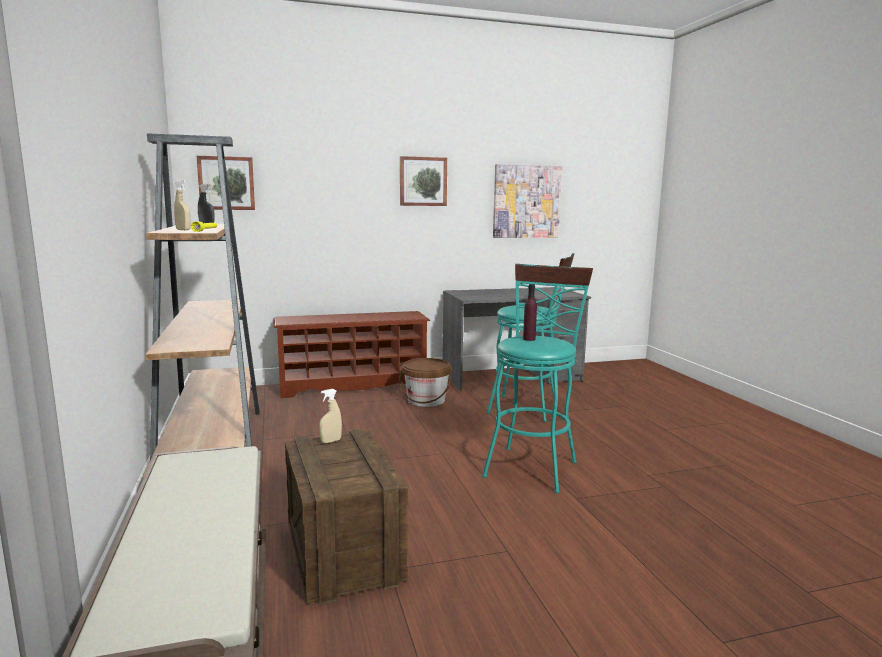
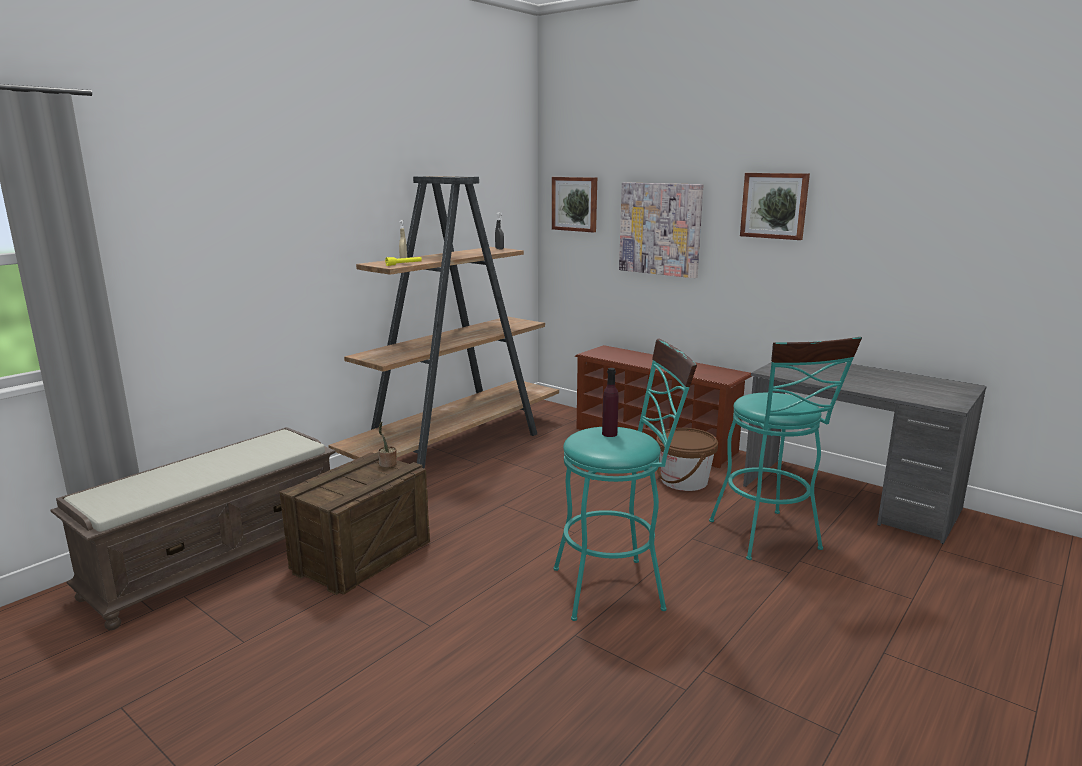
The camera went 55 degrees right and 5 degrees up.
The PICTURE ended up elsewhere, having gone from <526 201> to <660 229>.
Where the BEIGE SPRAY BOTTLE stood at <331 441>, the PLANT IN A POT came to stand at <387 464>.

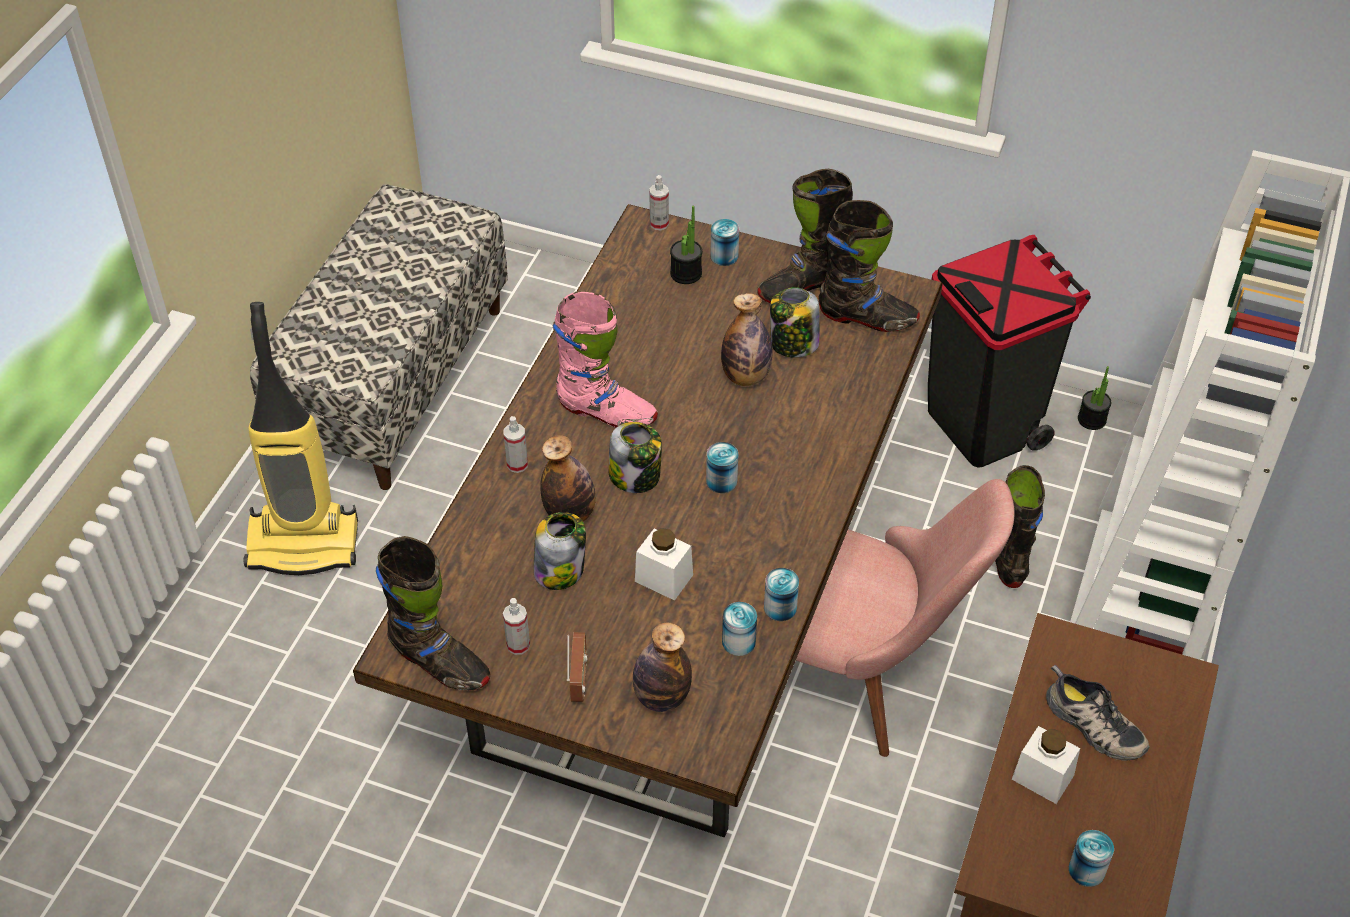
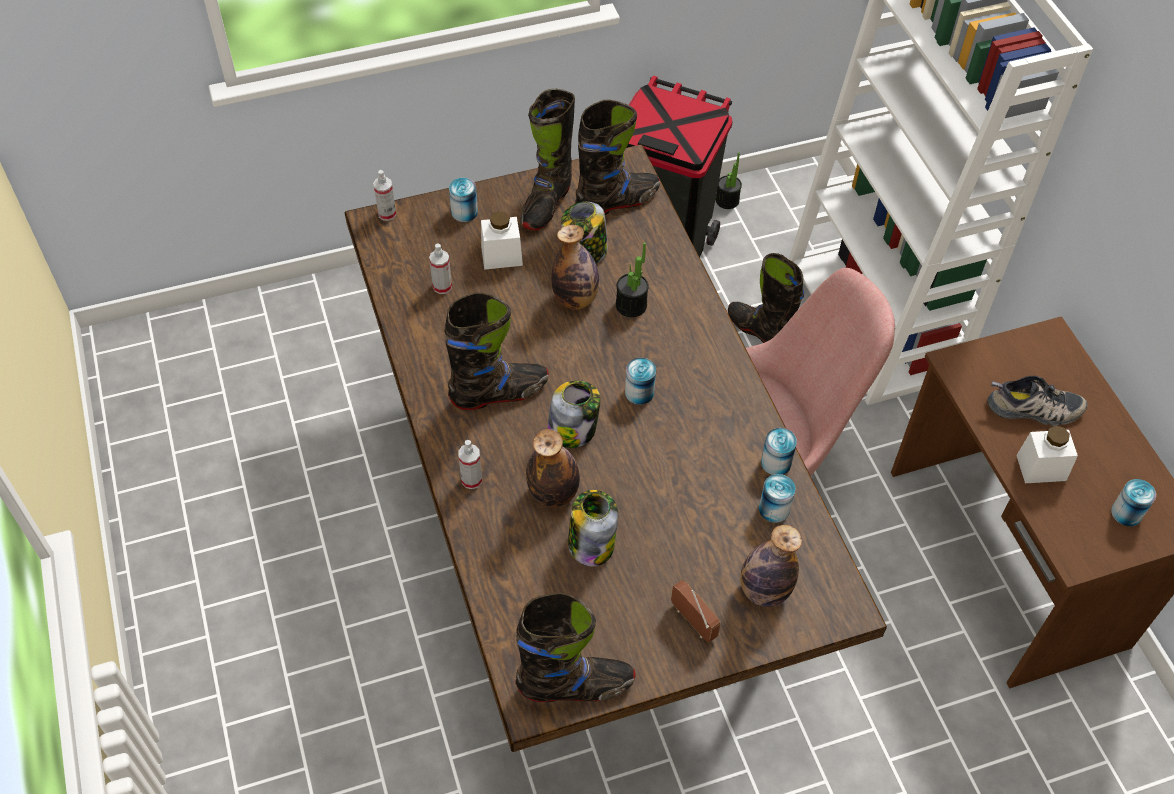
The camera went 40 degrees left and 5 degrees up.
The second view lost the VACUUM CLEANER at <305 543>.
The second view lost the LONG SEAT at <394 381>.
The SPRAY BOTTLE ended up elsewhere, having gone from <518 645> to <442 286>.
The WHITISH JAR ended up elsewhere, having gone from <664 578> to <501 256>.
The PLANT IN A POT ended up elsewhere, having gone from <686 273> to <631 305>.
What was the PINK HIGH-TOP BOOT at <606 413> turned into the BLACKISH HIGH-TOP BOOT at <499 393>.

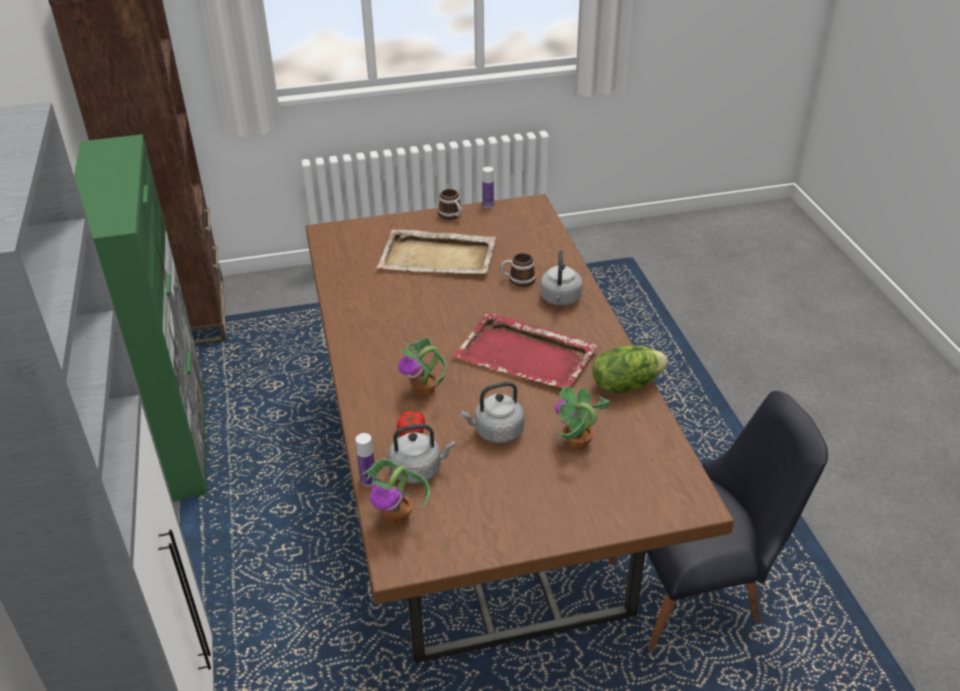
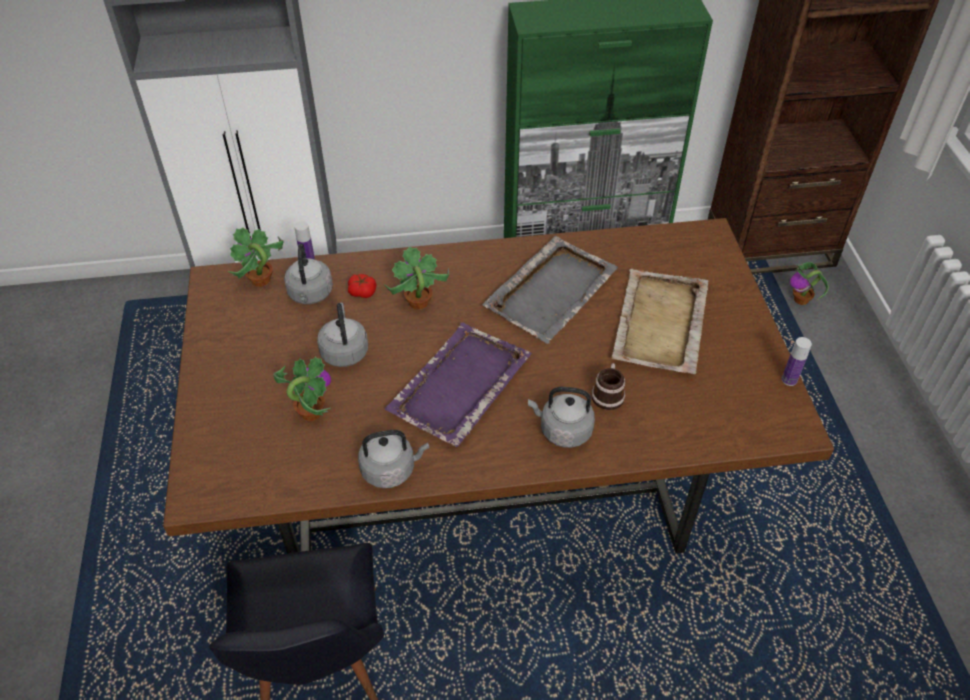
The camera went 95 degrees right and 10 degrees up.
The second view lost the MUG at <452 215>.
The second view gained the GREY SERVING TRAY at <552 290>.
The second view gained the PLANT IN A POT at <801 300>.
Where the LETTUCE HEAD stood at <625 384>, the GREY WATER KETTLE came to stand at <391 470>.
What was the RED SERVING TRAY at <526 355> turned into the PURPLISH SERVING TRAY at <458 386>.

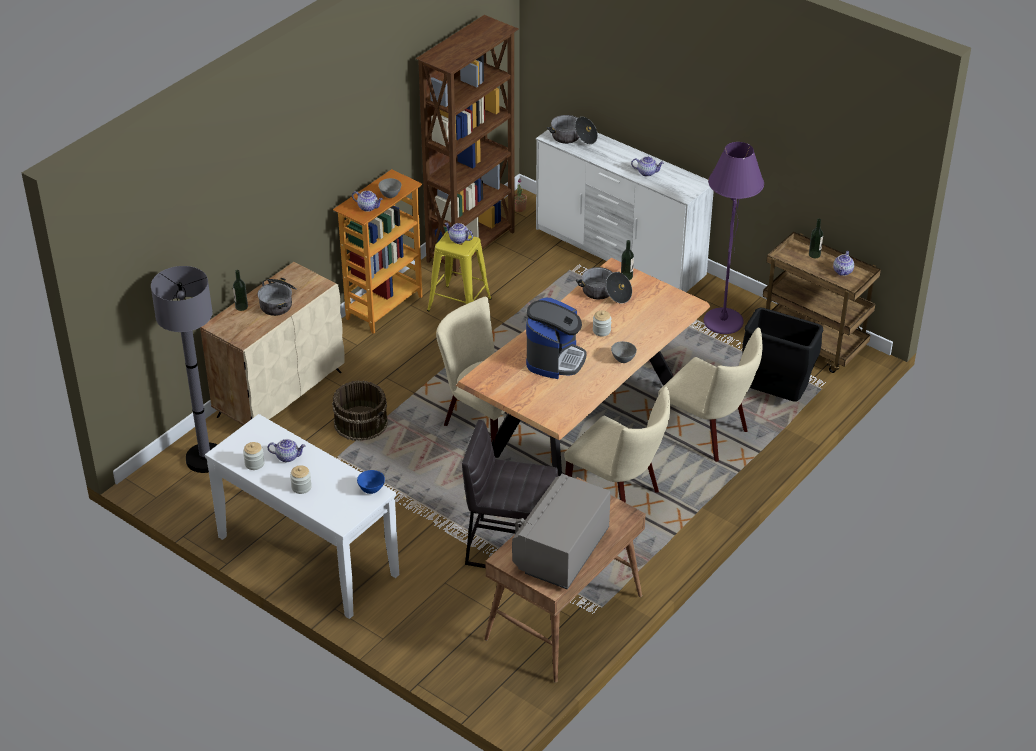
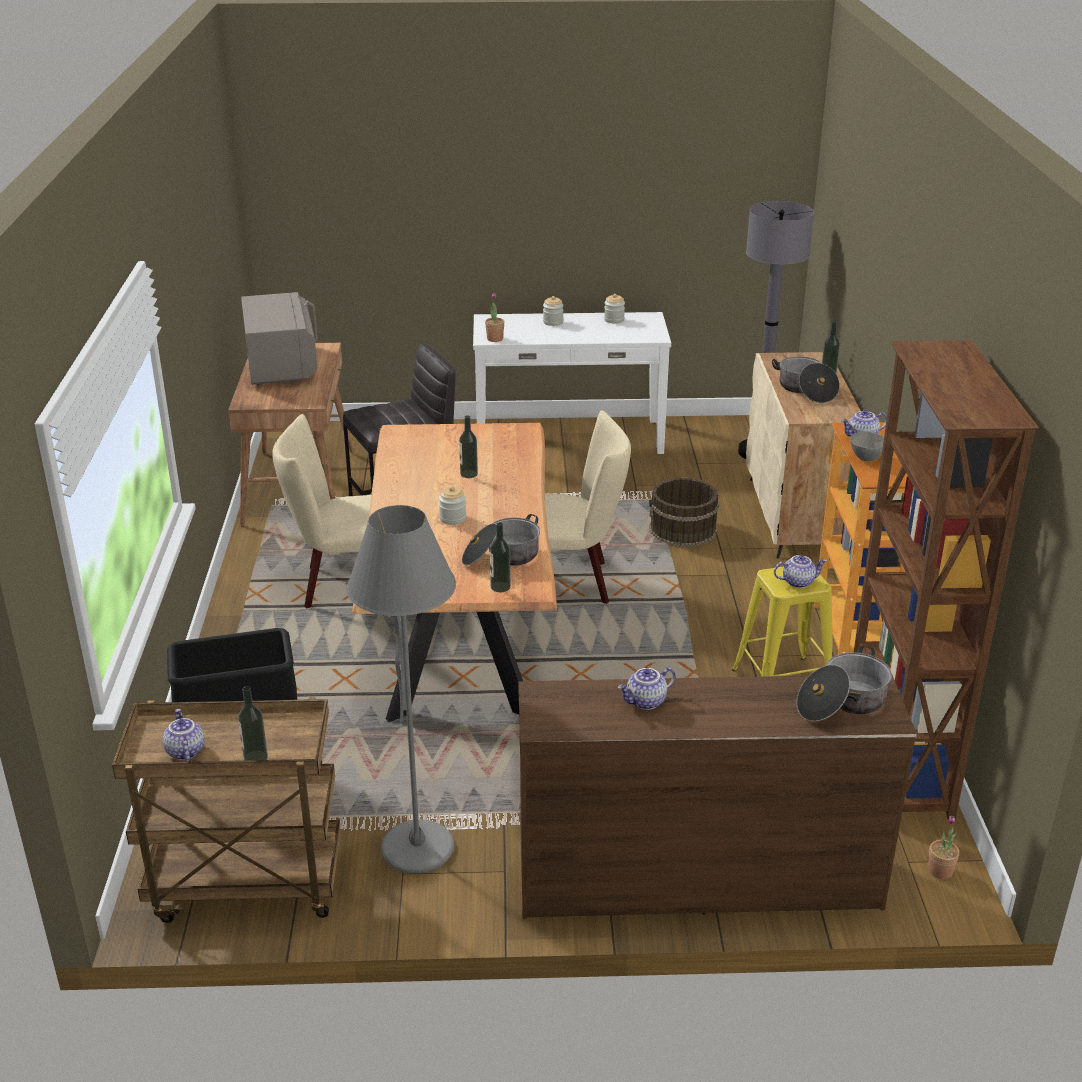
The camera went 140 degrees right and 10 degrees down.
The second view lost the TEA POT at <288 456>.
The second view lost the GREY BOWL at <623 360>.
The second view lost the BEIGE PLAIN CHAIR at <708 434>.
Where the BLUE-COLOURED BOWL stood at <371 490>, the PLANT IN A POT came to stand at <495 339>.
Where the COFFEE MACHINE stood at <555 359>, the BOTTLE came to stand at <469 474>.
What was the WHITISH CHEST OF DRAWERS at <619 252> turned into the BROWN CHEST OF DRAWERS at <696 881>.
What was the PURPLISH FLOOR LAMP at <723 322> turned into the GREY FLOOR LAMP at <417 849>.

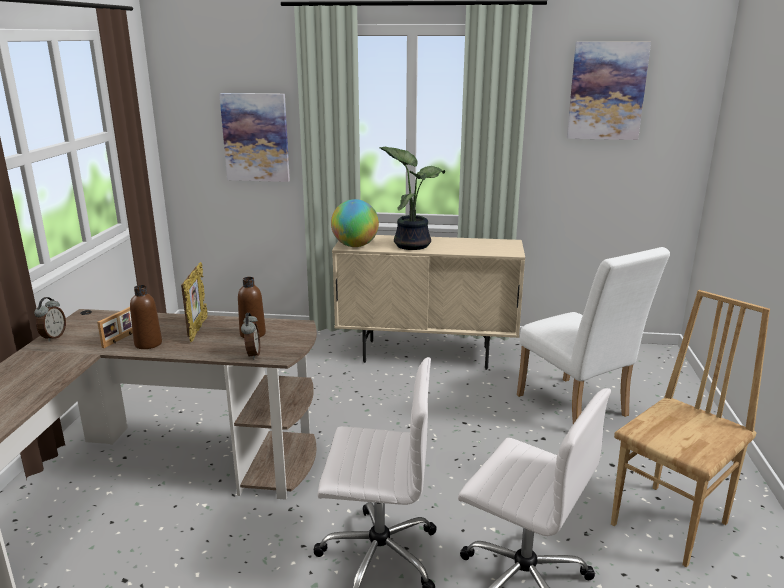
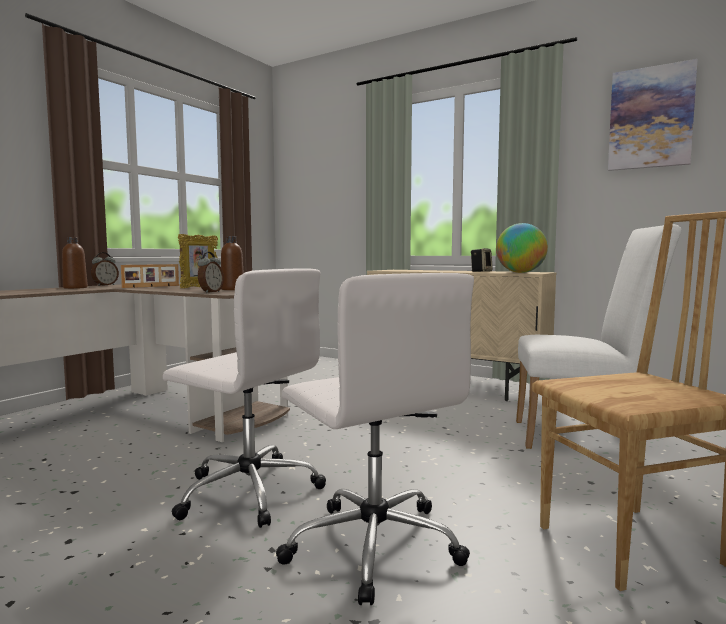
The camera went 25 degrees right and 15 degrees down.
The second view lost the PICTURE at <256 137>.
The second view lost the PLANT IN A POT at <412 244>.
The second view gained the LOUDSPEAKER at <481 271>.
The BROWN BOTTLE ended up elsewhere, having gone from <148 344> to <75 288>.
The DESK GLOBE ended up elsewhere, having gone from <355 246> to <520 272>.
The WHITISH PLAIN CHAIR at <577 409> ended up facing another way, 75 degrees counterclockwise from before.

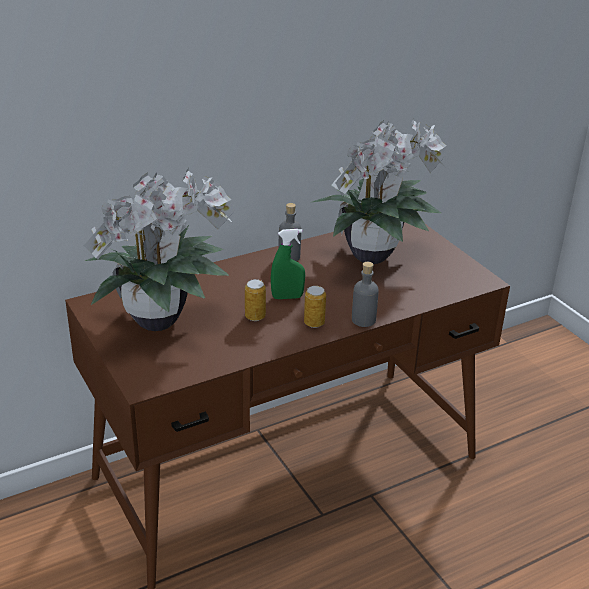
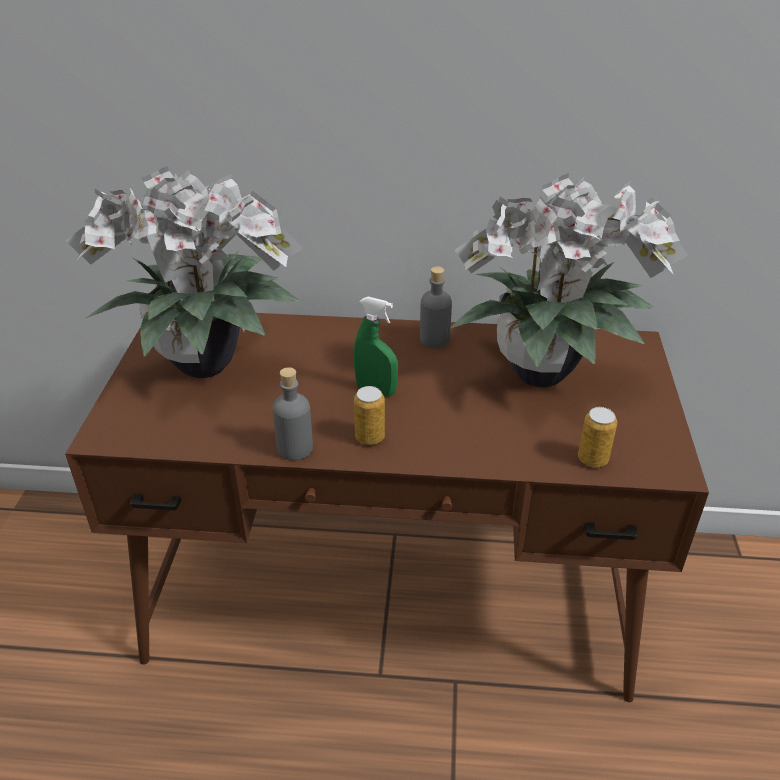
The camera went 35 degrees right and 5 degrees up.
The SEALED CAN ended up elsewhere, having gone from <255 316> to <592 459>.
The GREY BOTTLE ended up elsewhere, having gone from <363 320> to <295 448>.

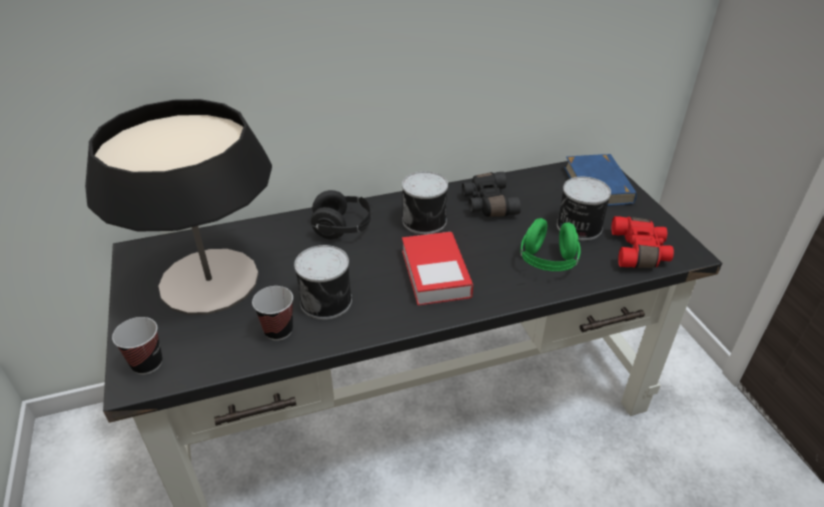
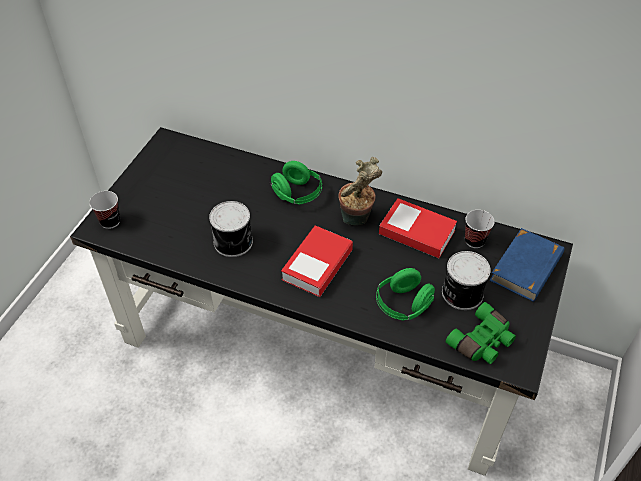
The camera went 40 degrees right and 10 degrees up.
The second view lost the LAMP FOR A TABLE at <209 281>.
The CUP ended up elsewhere, having gone from <278 330> to <474 241>.
Where the SEALED CAN stood at <425 221>, the PLANT IN A POT came to stand at <356 220>.
Where the BLACKISH BINOCULARS stood at <487 203>, the BOOK came to stand at <417 232>.
What was the BLACKISH HEADPHONES at <343 228> turned into the GREENISH HEADPHONES at <297 194>.
What was the RED BINOCULARS at <640 252> turned into the GREENISH BINOCULARS at <482 342>.

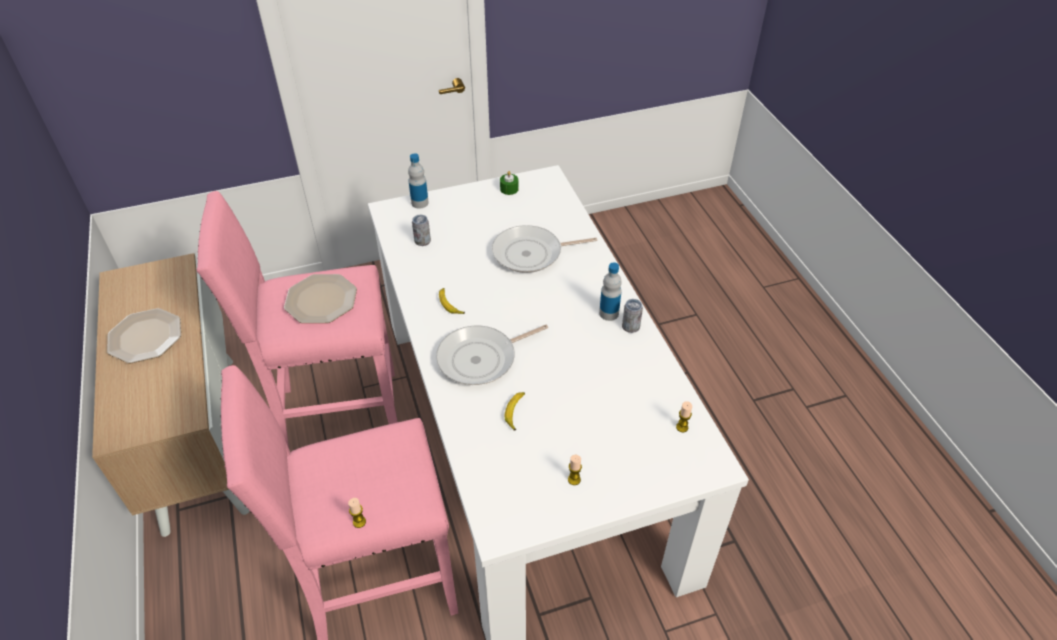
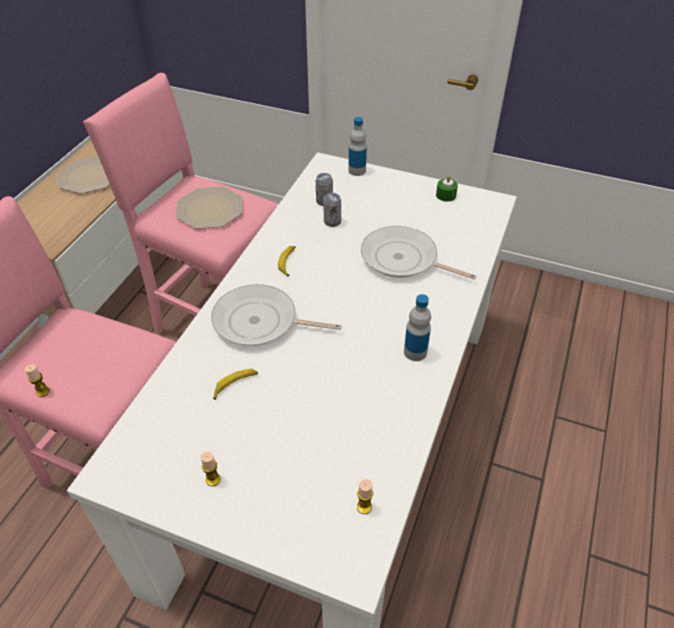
The camera went 40 degrees right and 0 degrees up.
The SEALED CAN ended up elsewhere, having gone from <630 326> to <332 222>.

